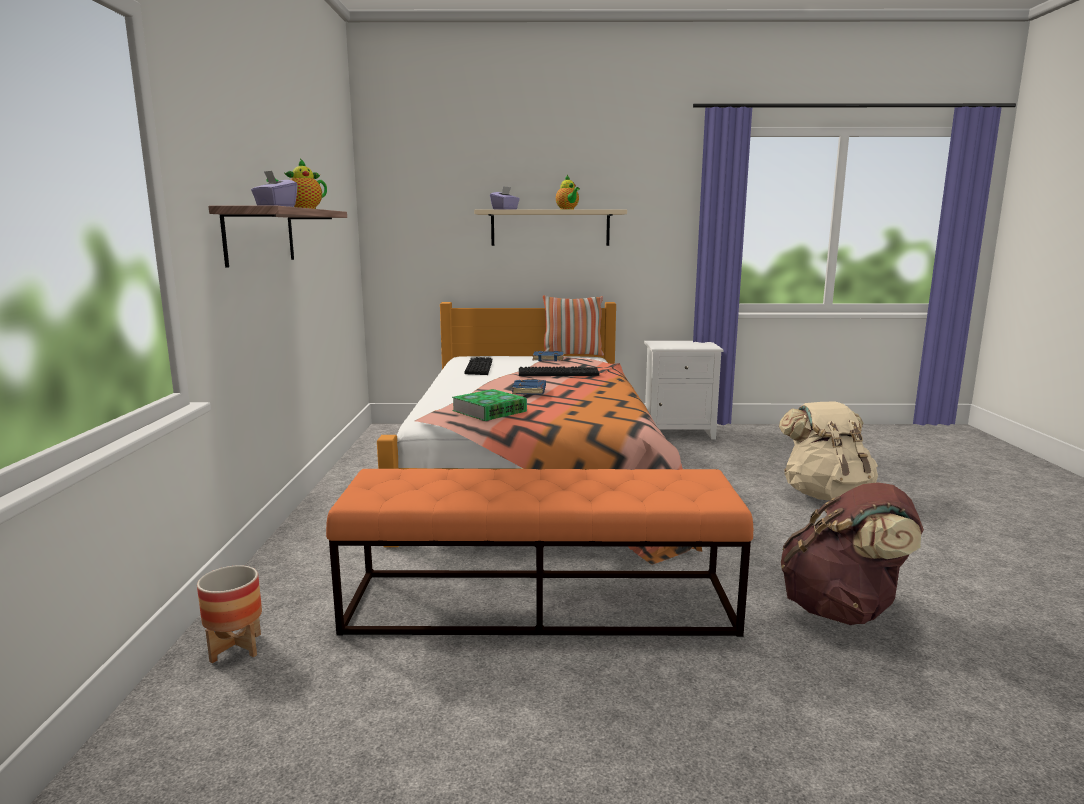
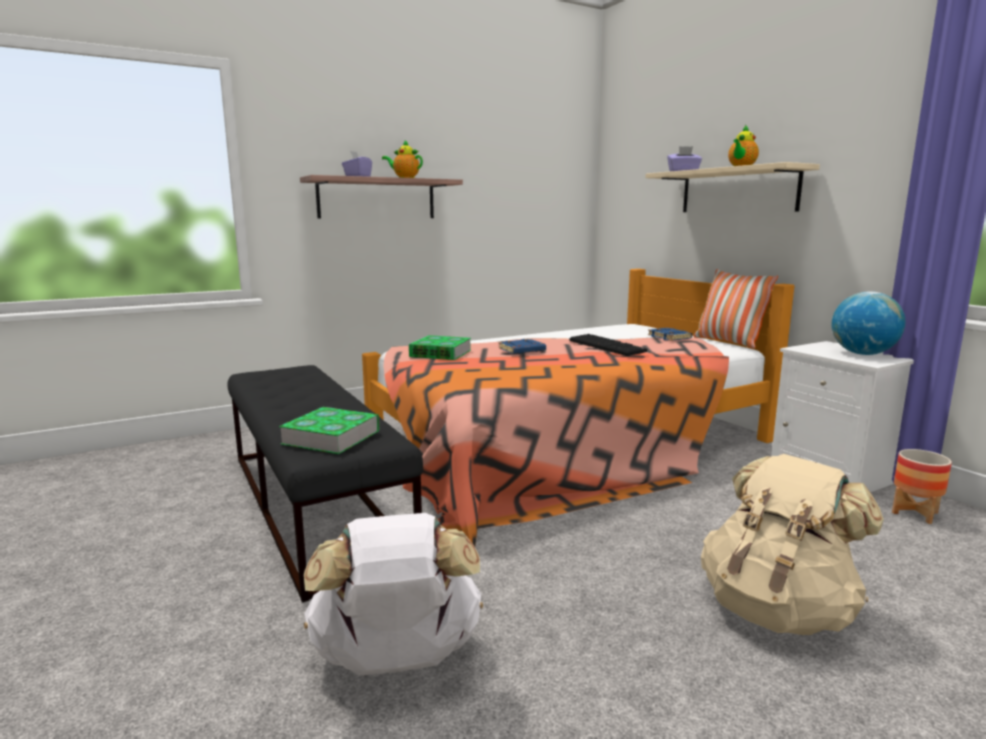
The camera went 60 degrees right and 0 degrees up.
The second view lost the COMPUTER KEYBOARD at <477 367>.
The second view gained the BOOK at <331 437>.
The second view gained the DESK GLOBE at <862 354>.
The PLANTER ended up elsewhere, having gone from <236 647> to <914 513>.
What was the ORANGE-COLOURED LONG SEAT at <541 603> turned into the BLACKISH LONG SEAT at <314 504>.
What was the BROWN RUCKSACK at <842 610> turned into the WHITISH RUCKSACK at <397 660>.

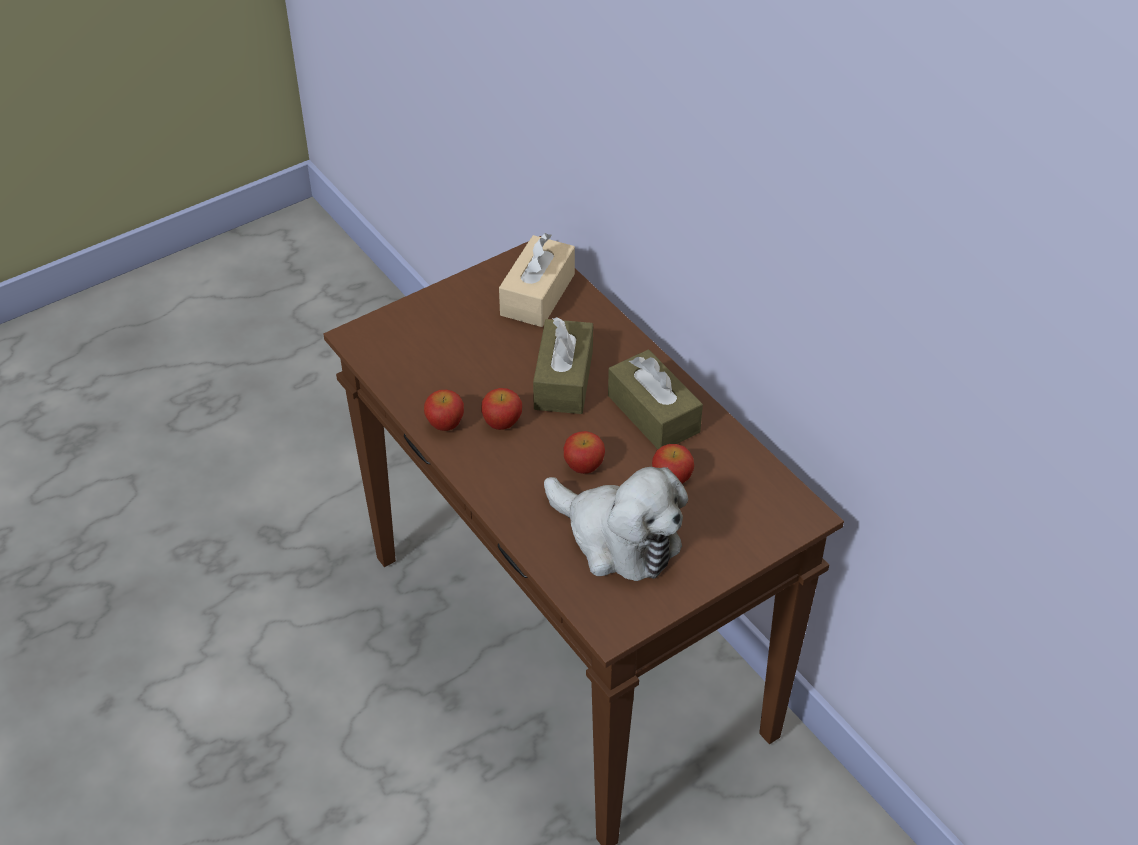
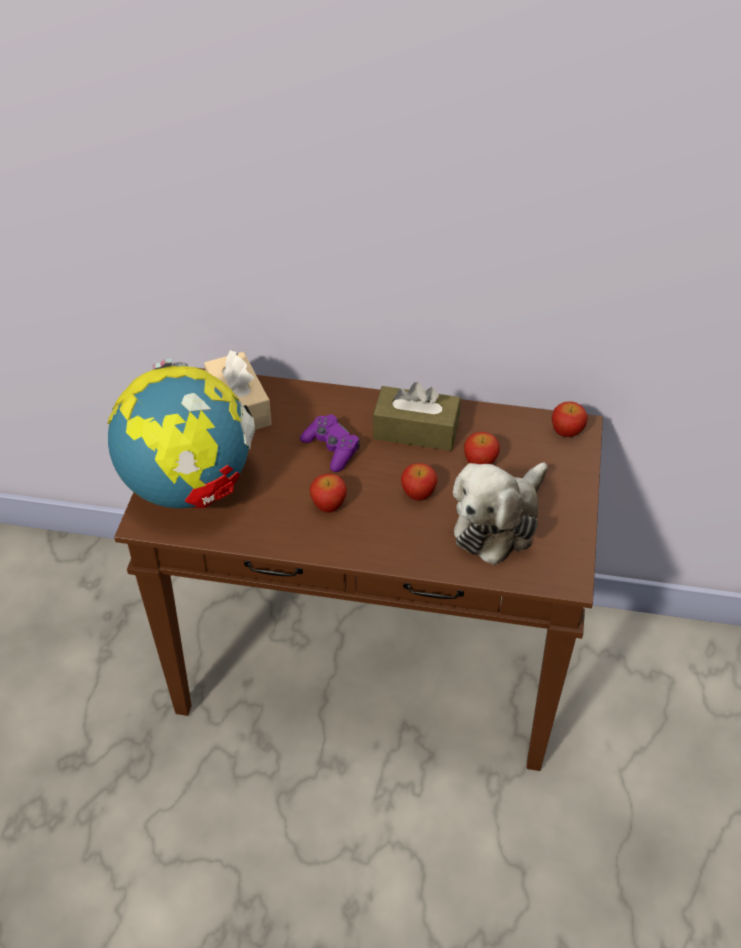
The camera went 45 degrees left and 0 degrees up.
The second view gained the DESK GLOBE at <189 487>.
The APPLE ended up elsewhere, having gone from <445 424> to <567 431>.
Where the BROWN TISSUE HOLDER stood at <563 380>, the PURPLISH JOYPAD came to stand at <331 449>.
The SOFT TOY at <618 538> ended up facing another way, 135 degrees clockwise from before.

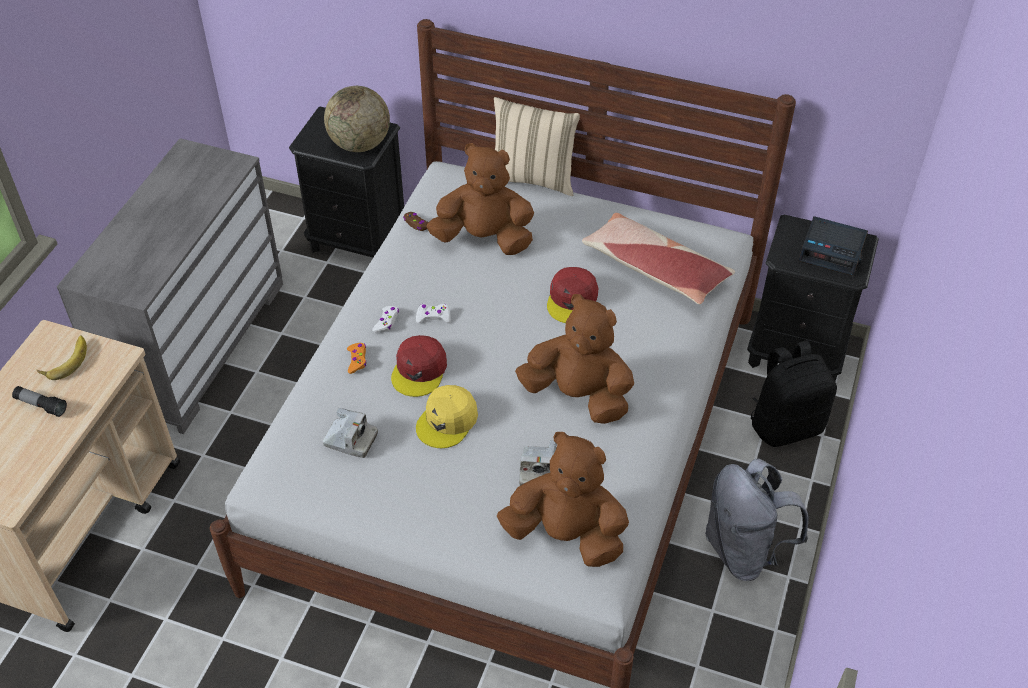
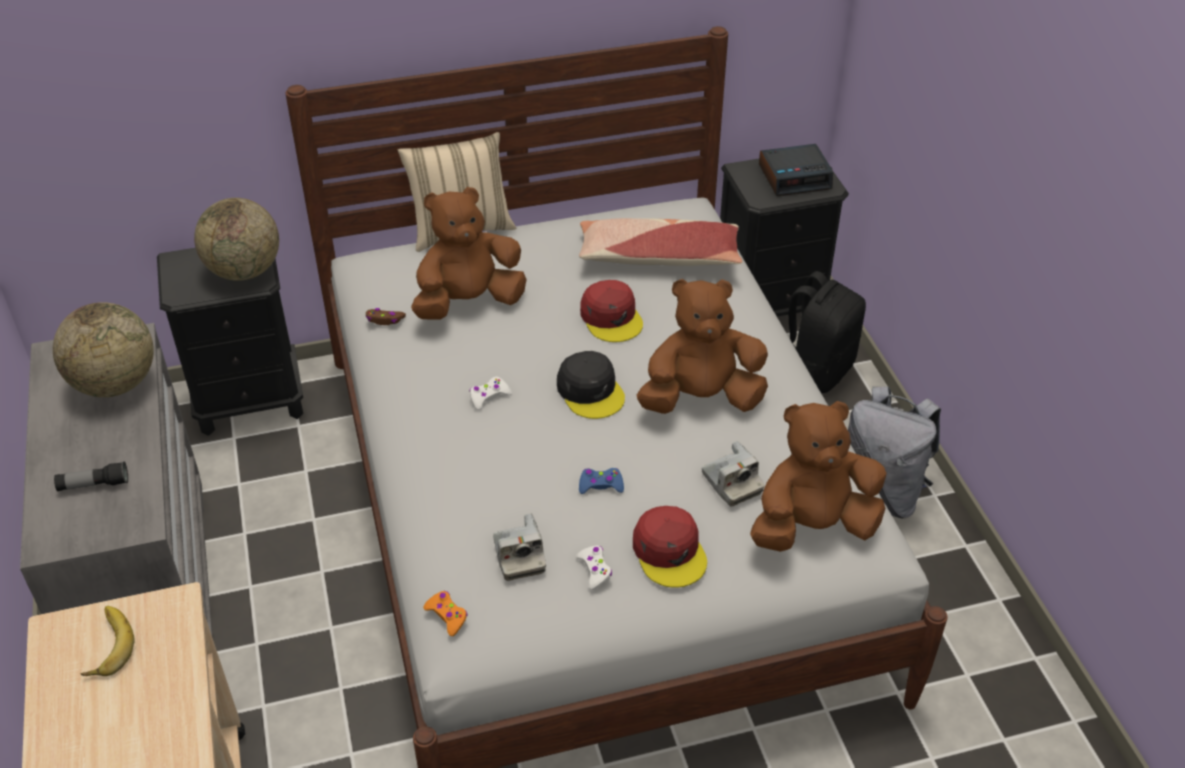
The camera went 35 degrees left and 5 degrees down.
The second view gained the DESK GLOBE at <115 384>.
The second view gained the BLACKISH CAP at <590 391>.
The HAND TORCH ended up elsewhere, having gone from <41 405> to <94 485>.
The ORANGE-COLOURED JOYPAD ended up elsewhere, having gone from <357 360> to <447 616>.
The WHITISH JOYPAD ended up elsewhere, having gone from <386 322> to <595 570>.
The RED CAP ended up elsewhere, having gone from <419 370> to <669 552>.
Where the YELLOW CAP stood at <447 421>, the BLUE-COLOURED JOYPAD came to stand at <600 485>.
The STILL CAMERA at <350 440> ended up facing another way, 90 degrees clockwise from before.

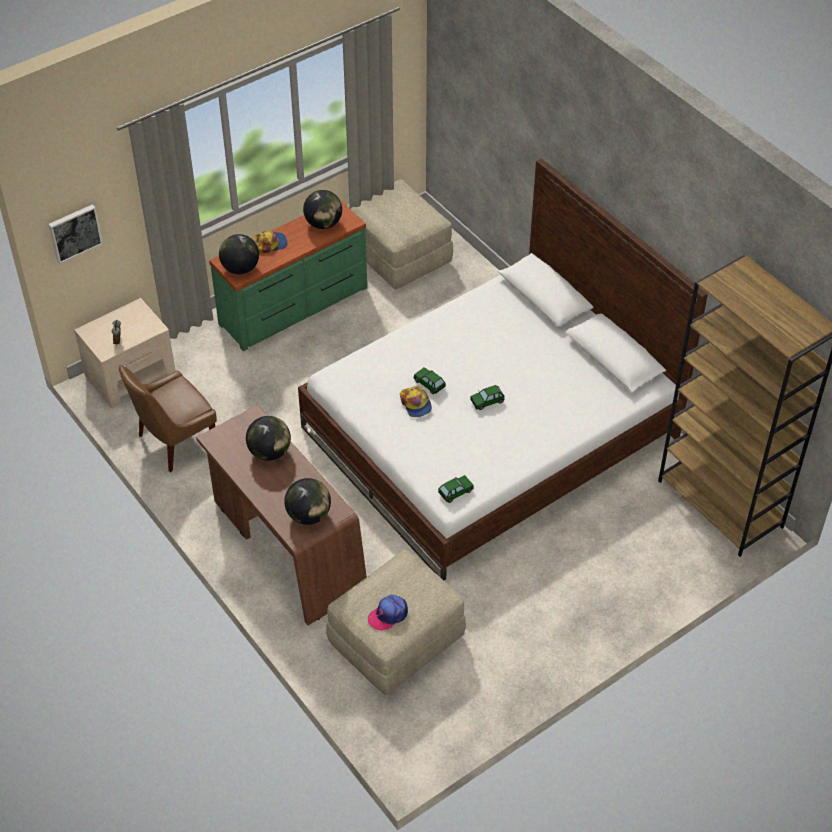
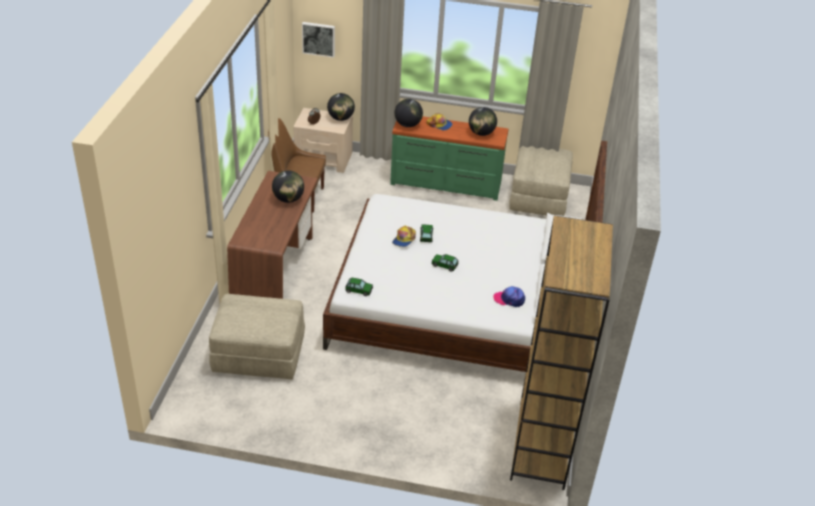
The camera went 45 degrees right and 10 degrees down.
The DESK GLOBE ended up elsewhere, having gone from <308 515> to <340 118>.
The CAP ended up elsewhere, having gone from <388 615> to <509 299>.

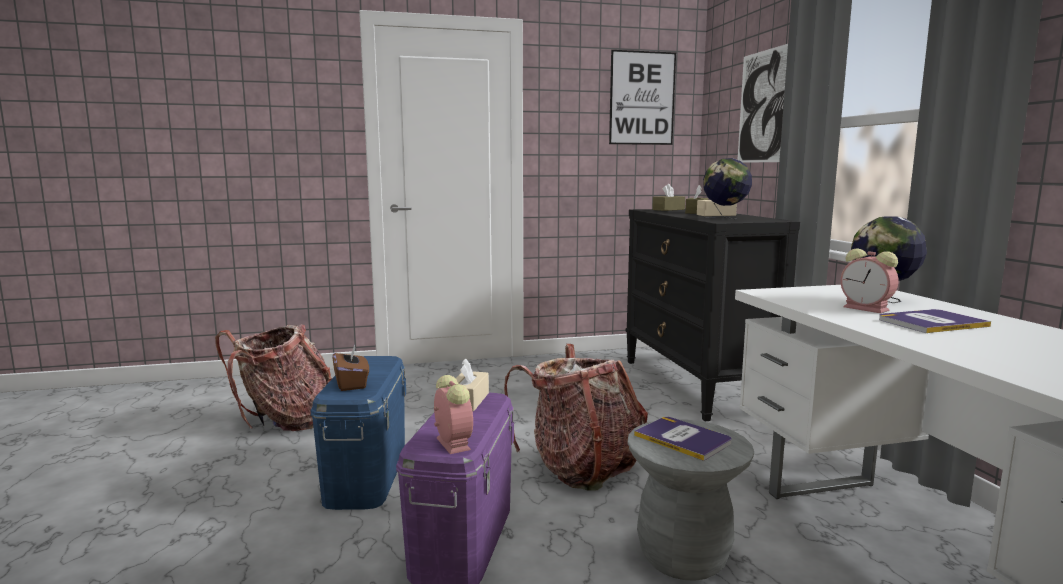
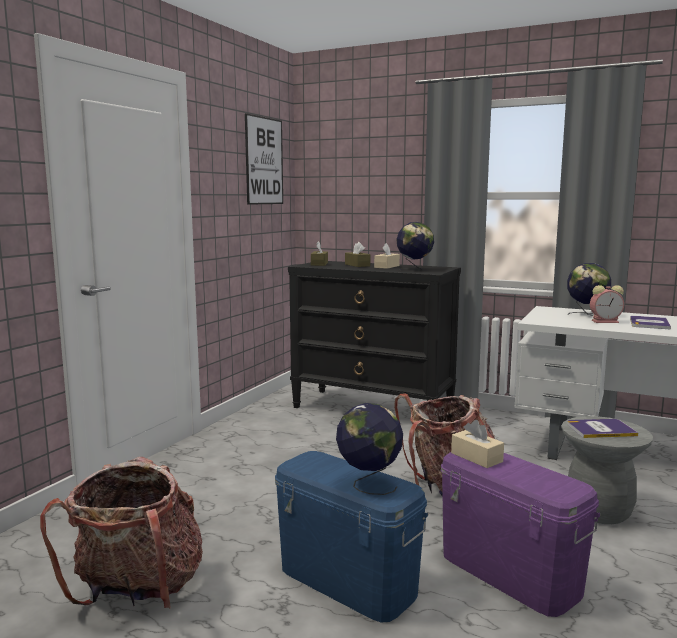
The camera went 50 degrees left and 0 degrees up.
The second view lost the ALARM CLOCK at <452 443>.
The second view lost the PICTURE at <763 107>.
Where the BROWN TISSUE HOLDER stood at <351 384>, the DESK GLOBE came to stand at <368 484>.

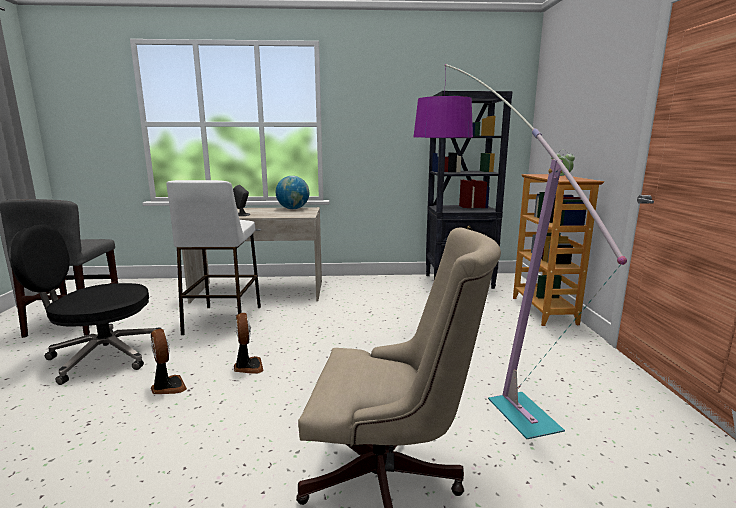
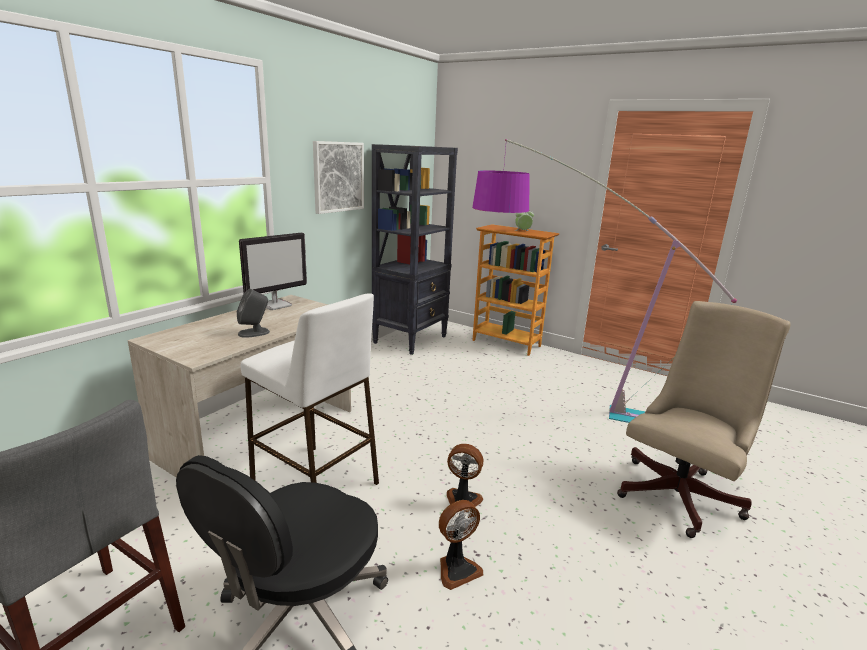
The camera went 55 degrees left and 5 degrees up.
The second view gained the PICTURE at <338 177>.
Where the DESK GLOBE stood at <293 209>, the COMPUTER SCREEN came to stand at <275 305>.
The COOLING FAN at <167 387> ended up facing another way, 150 degrees clockwise from before.

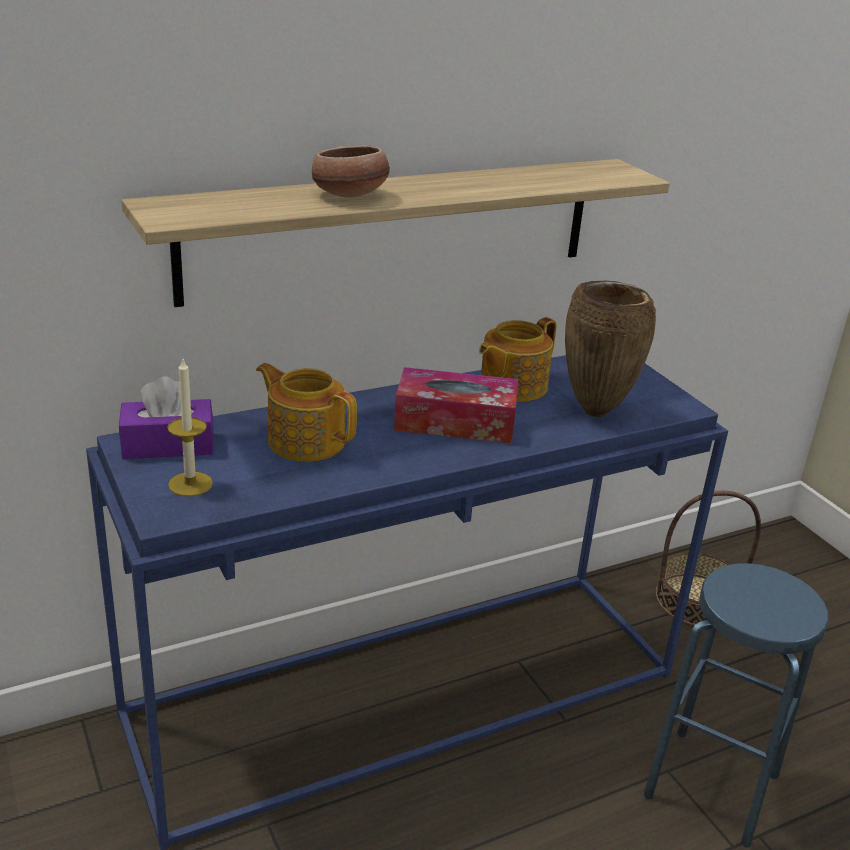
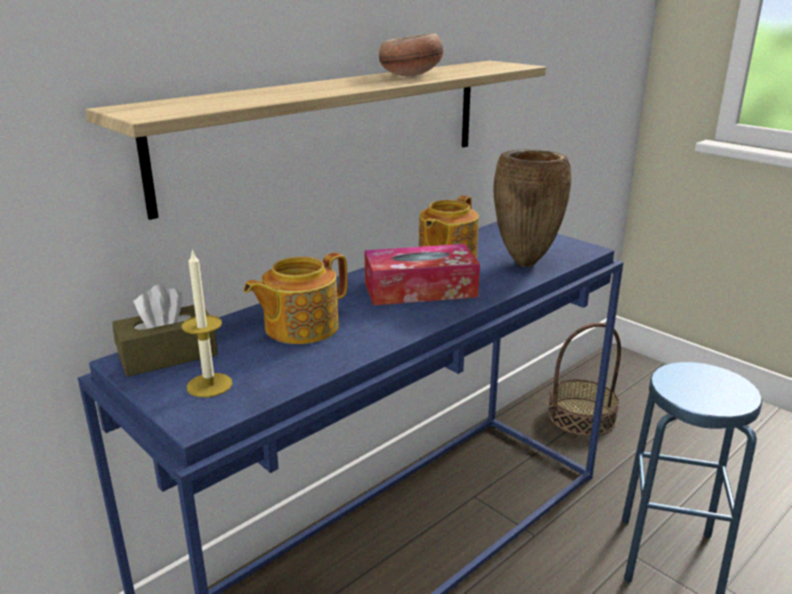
The camera went 15 degrees left and 5 degrees down.
The BOWL ended up elsewhere, having gone from <350 196> to <411 76>.
What was the PURPLISH TISSUE HOLDER at <168 445> turned into the BROWN TISSUE HOLDER at <168 355>.
The TEA POT at <305 440> ended up facing another way, 60 degrees counterclockwise from before.

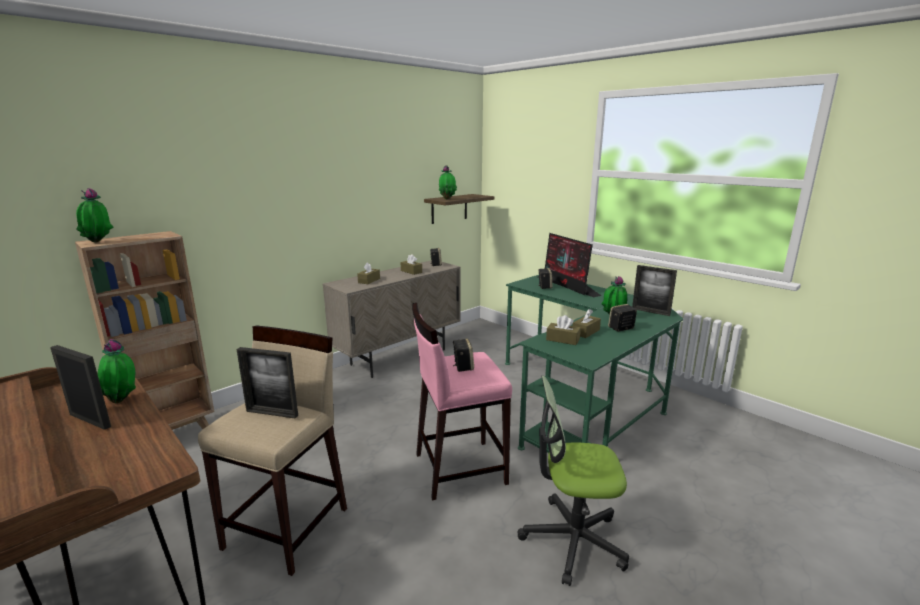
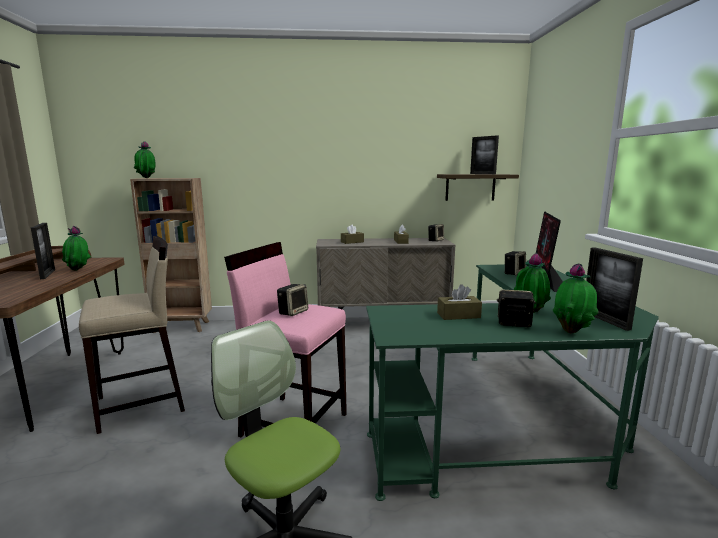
The camera went 40 degrees right and 5 degrees down.
The second view lost the BROWN TISSUE HOLDER at <562 339>.
The PICTURE FRAME ended up elsewhere, having gone from <272 413> to <482 174>.
The PLANT IN A POT ended up elsewhere, having gone from <447 199> to <572 331>.

